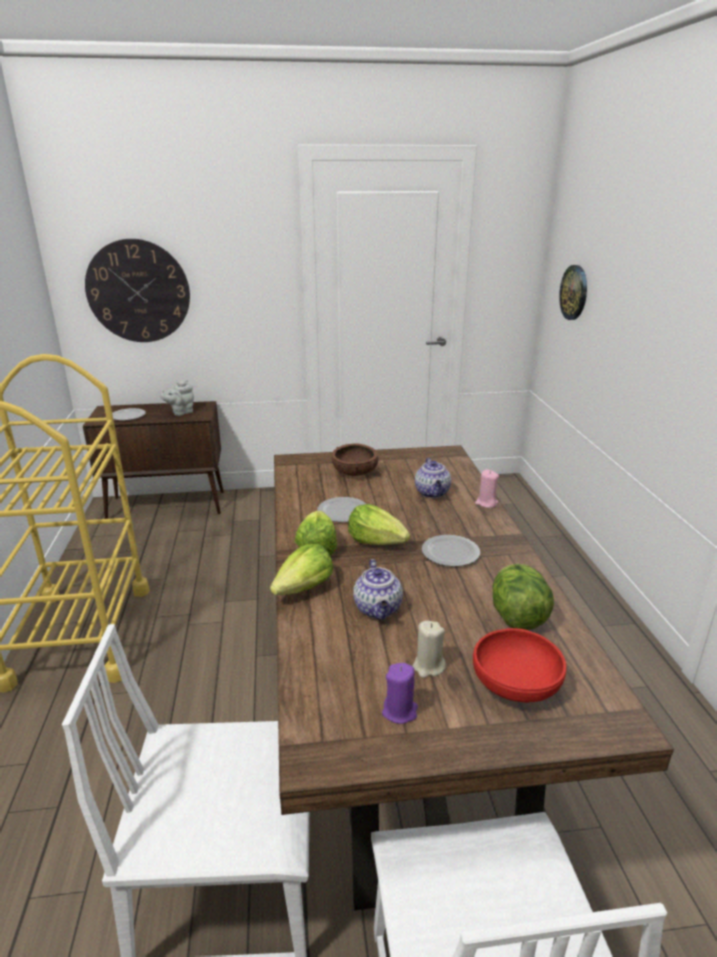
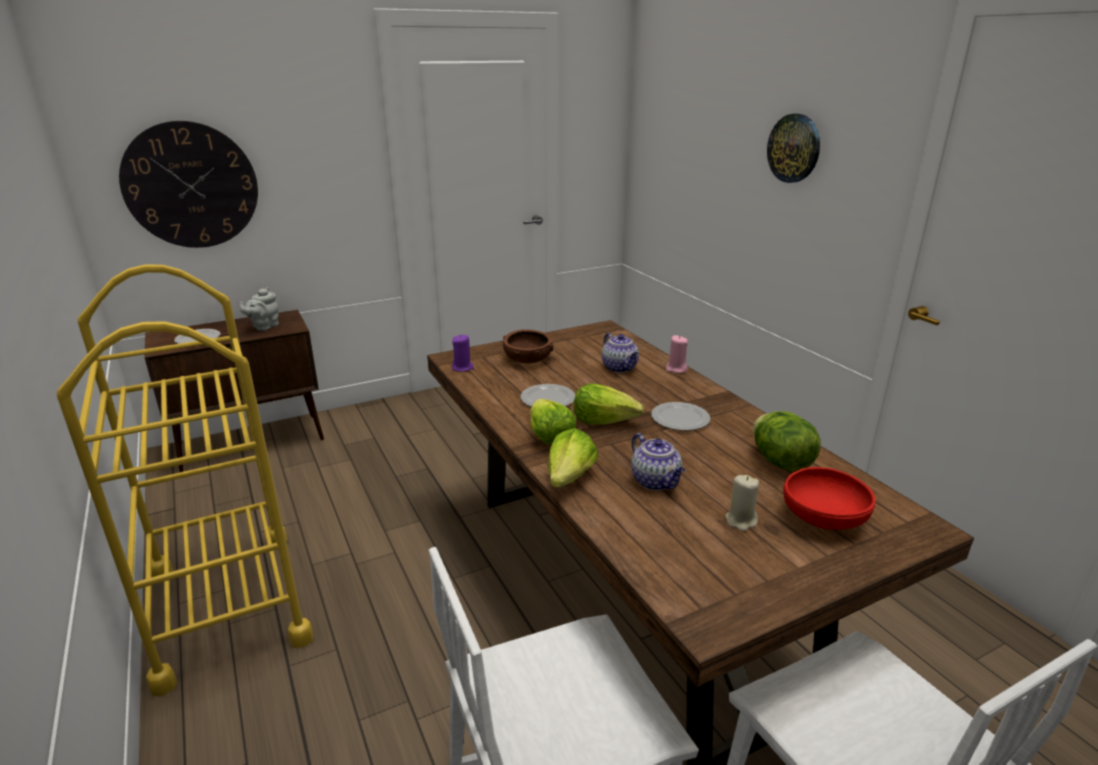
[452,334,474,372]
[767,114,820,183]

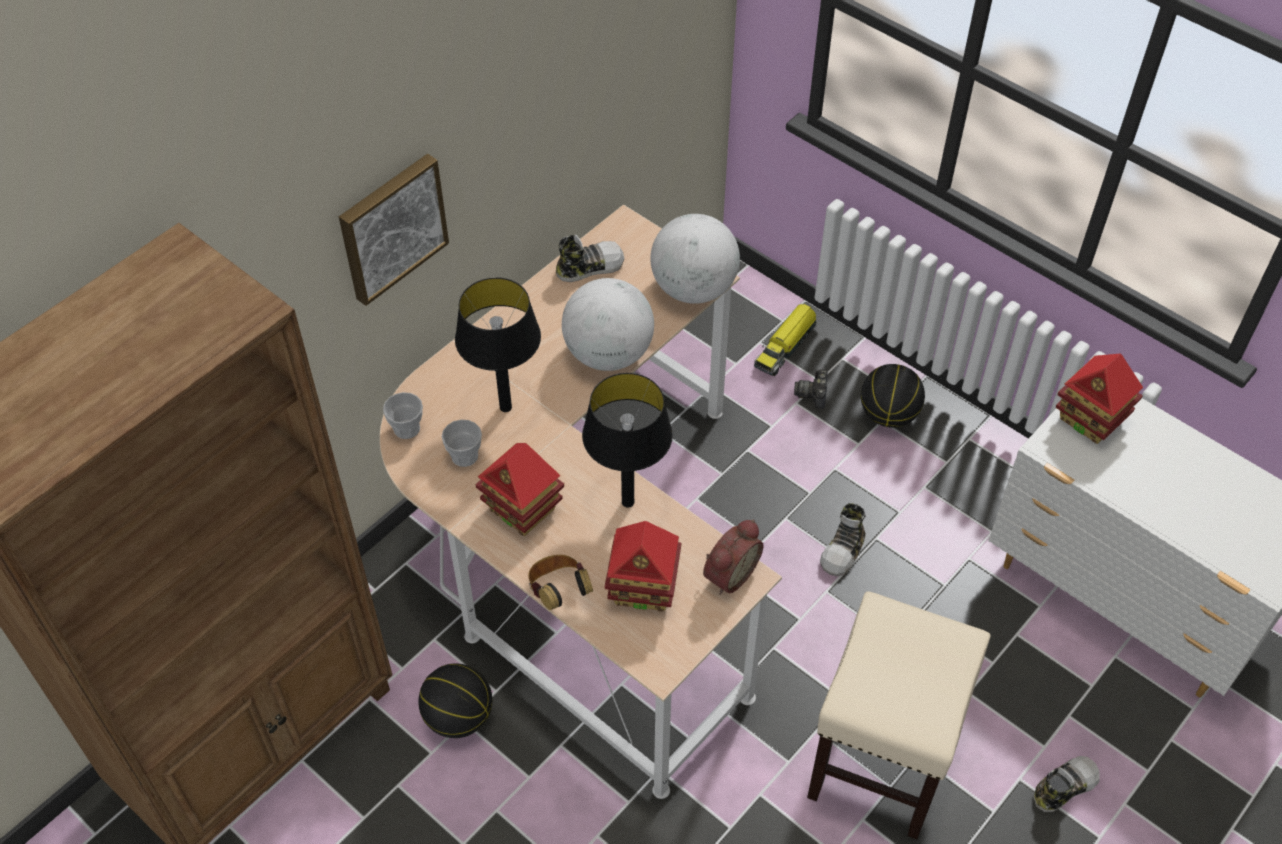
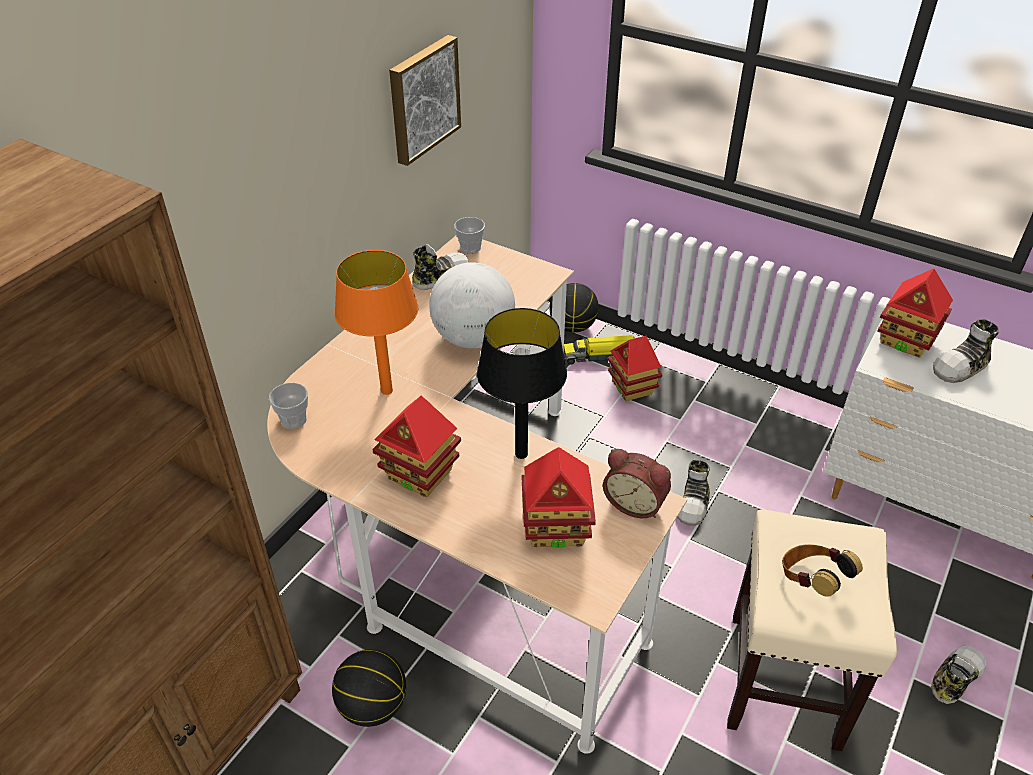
[334,250,418,395]
[389,35,461,166]
[454,217,485,254]
[550,283,599,332]
[564,335,634,365]
[603,449,671,518]
[607,336,662,401]
[782,544,863,597]
[933,319,998,383]
[650,214,740,304] (first image)

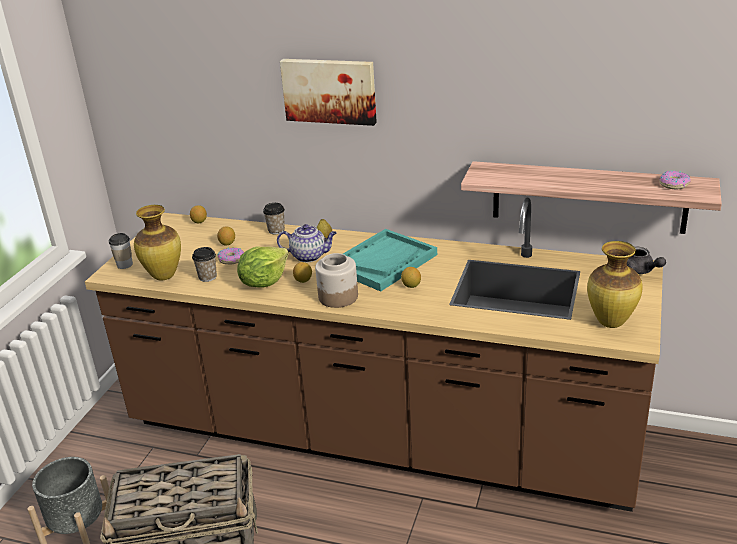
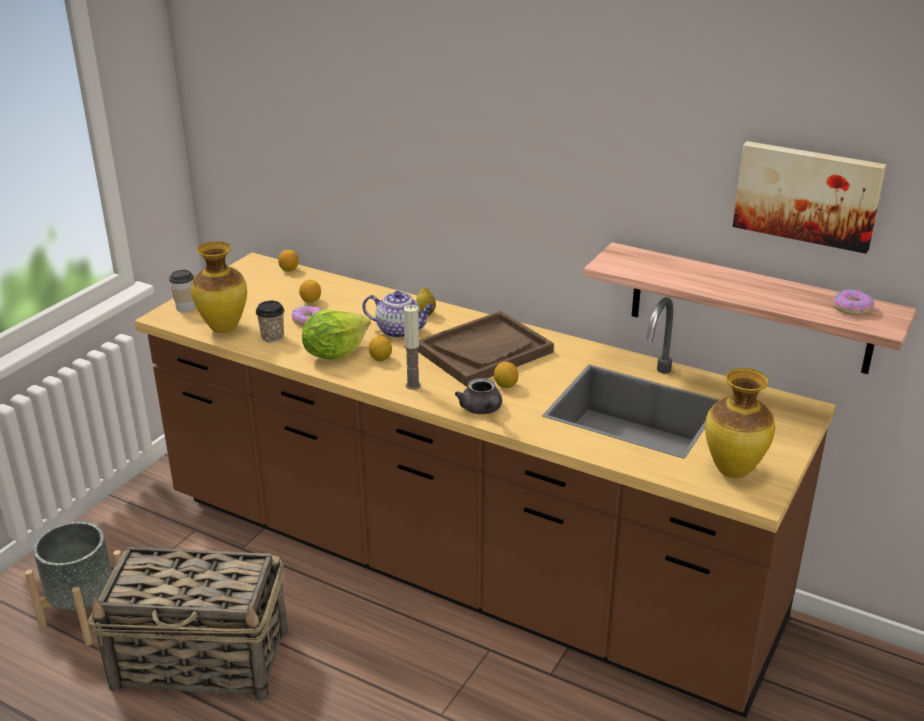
[404,305,421,390]
[418,311,554,387]
[455,378,502,414]
[733,141,886,254]
[263,203,285,234] (first image)

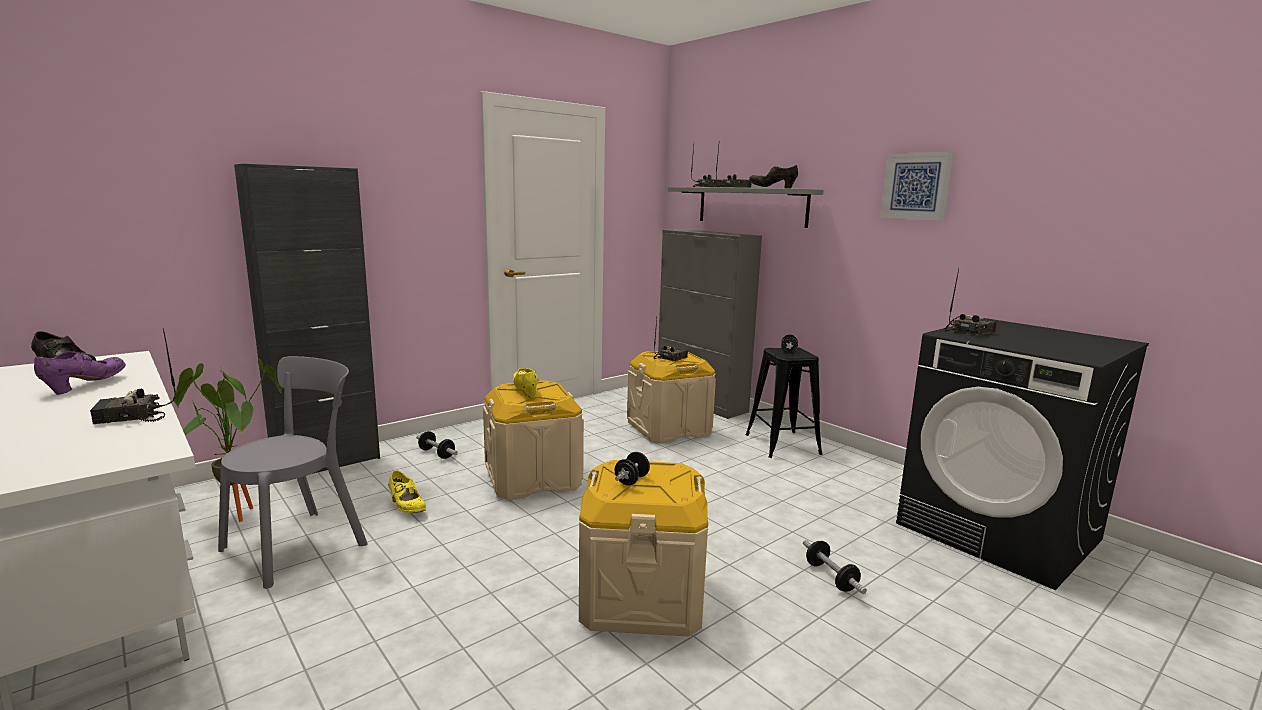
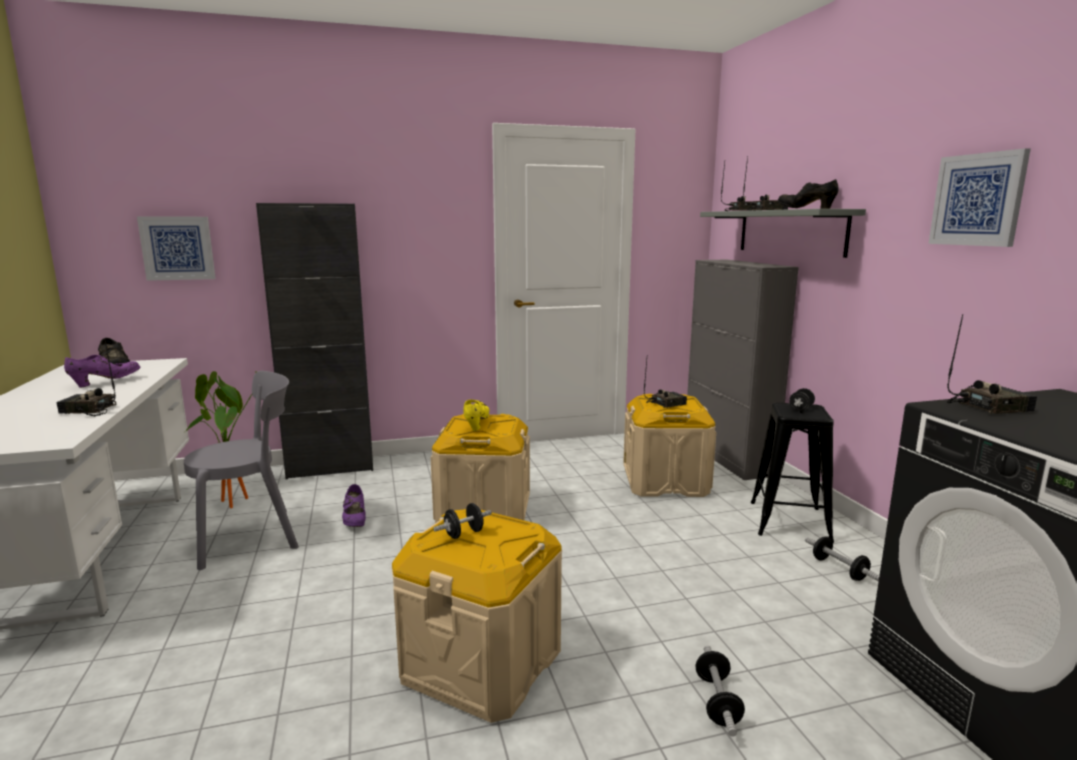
[137,217,216,281]
[342,484,366,527]
[805,536,880,582]

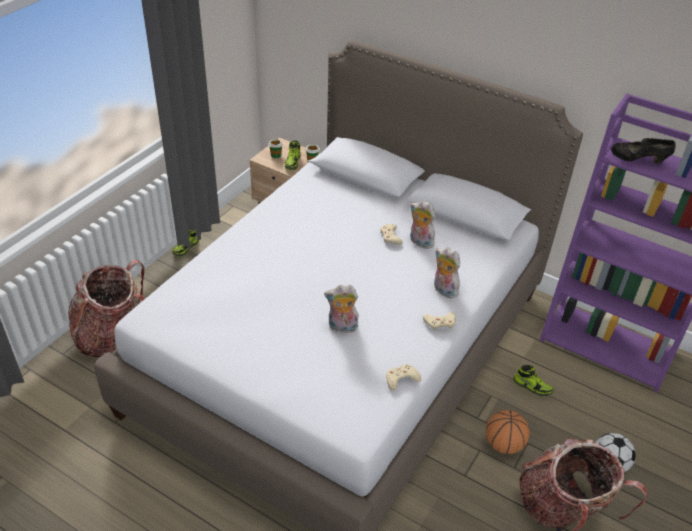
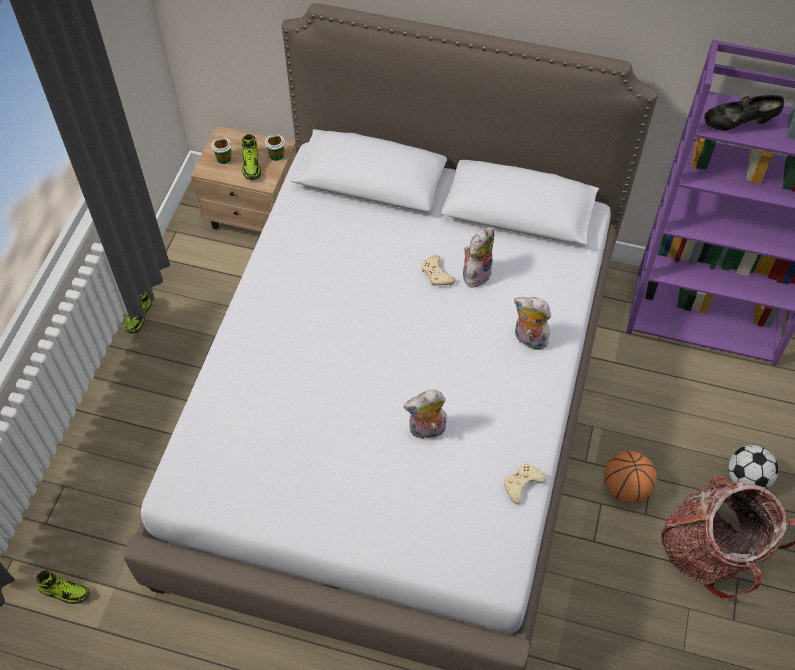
[36,570,90,604]
[463,227,494,288]
[68,260,145,357] (first image)
[423,312,456,331] (first image)

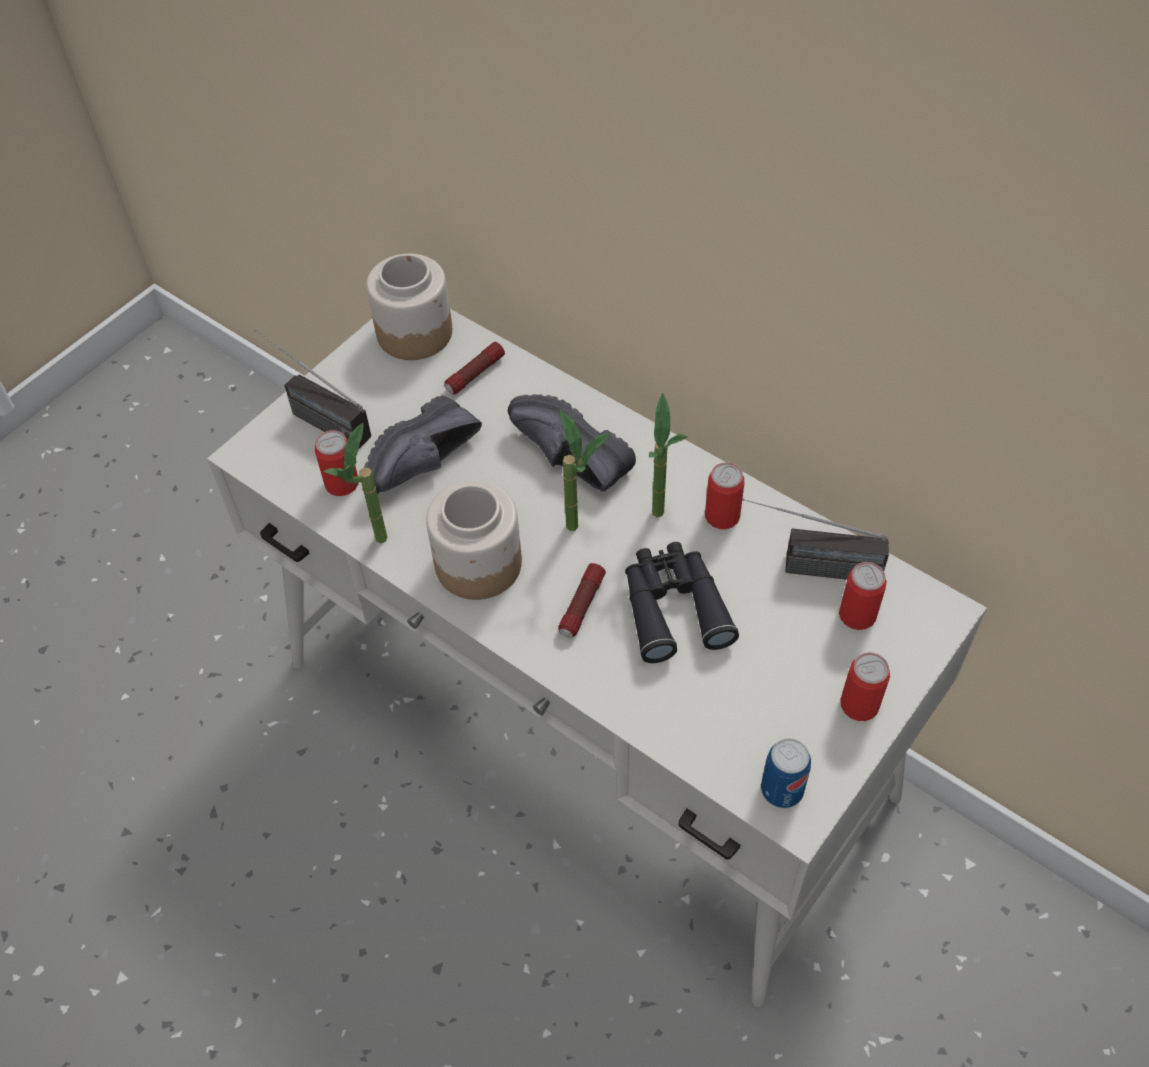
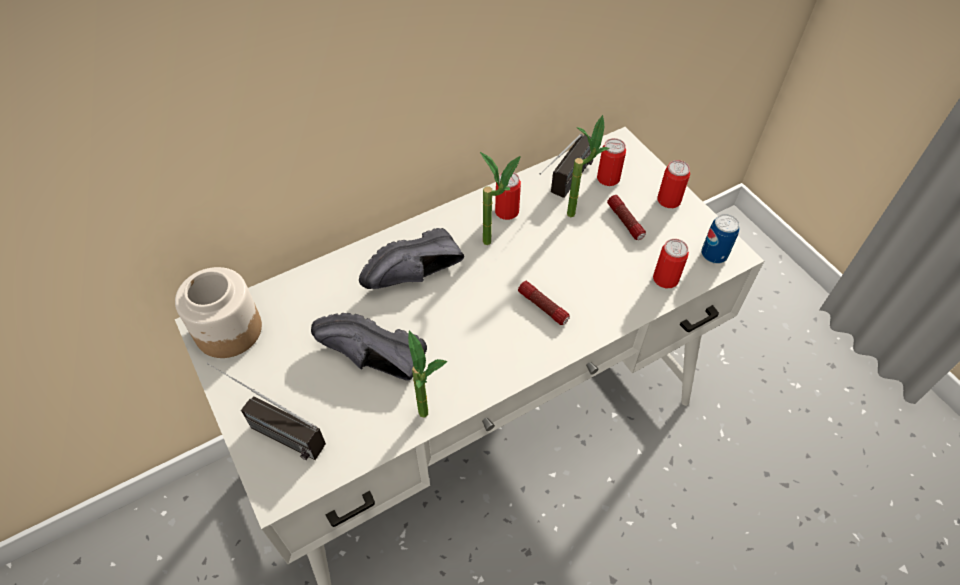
[207,363,326,460]
[311,313,427,381]
[567,115,609,217]
[607,195,646,240]
[653,239,689,288]
[426,480,522,600] (first image)
[625,542,739,663] (first image)

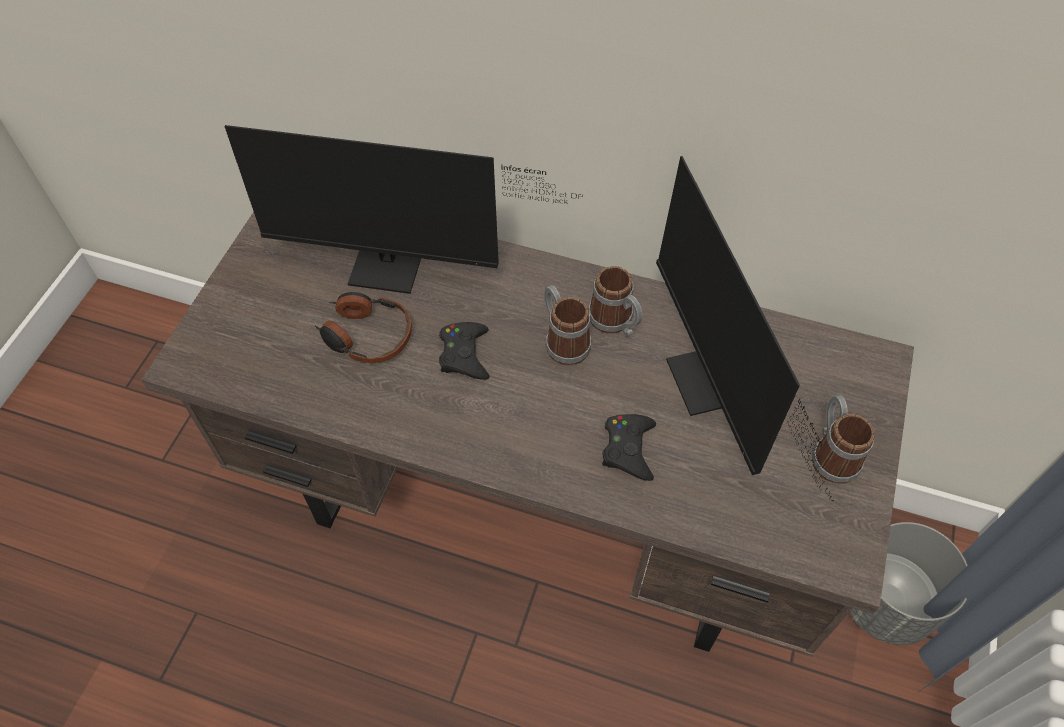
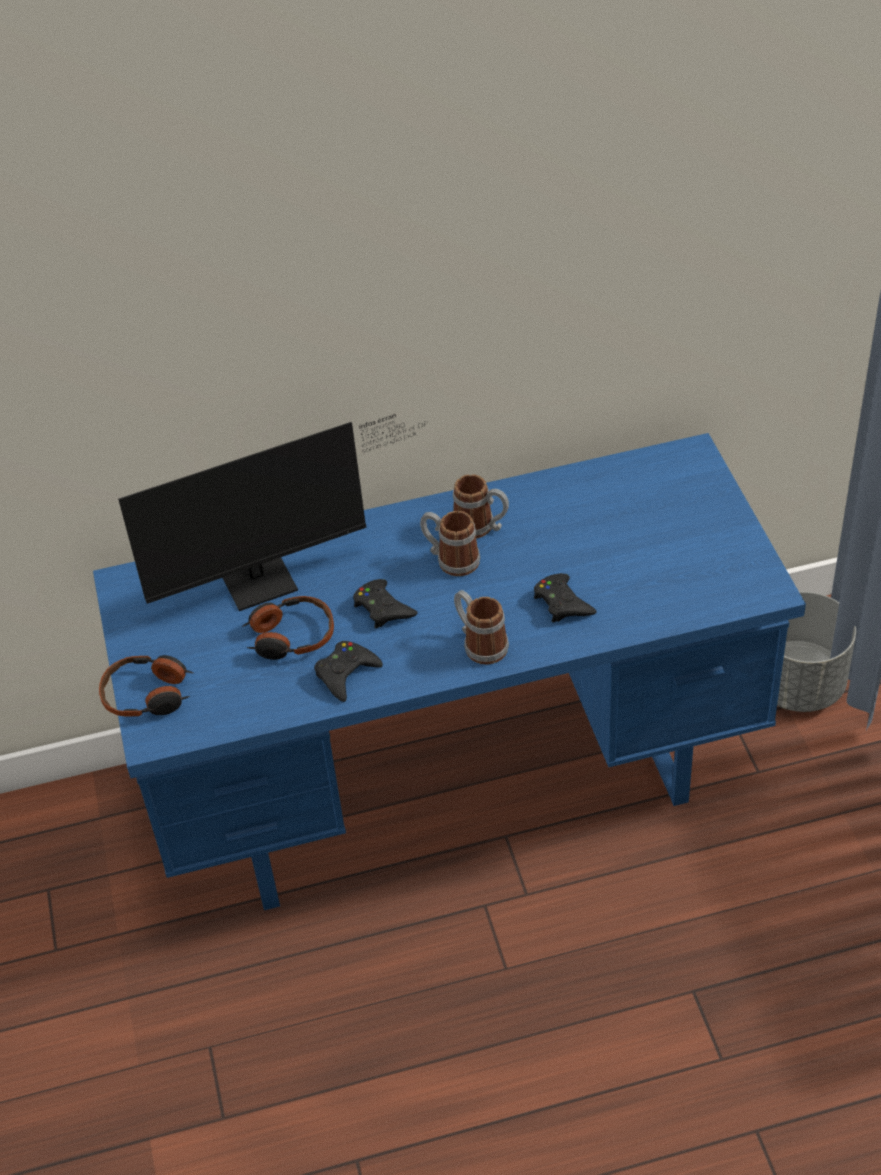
[93,433,806,910]
[99,655,194,717]
[314,641,383,702]
[454,590,509,665]
[656,156,833,501] (first image)

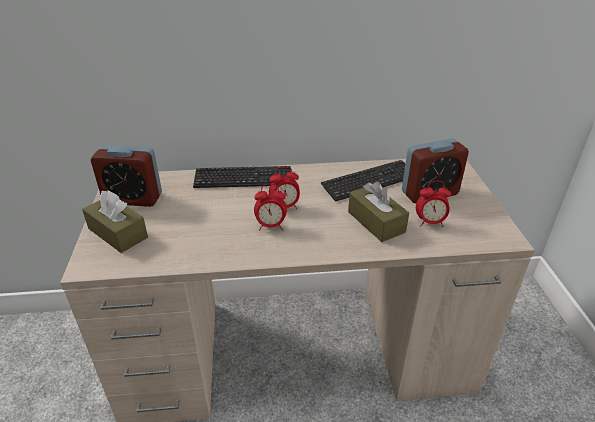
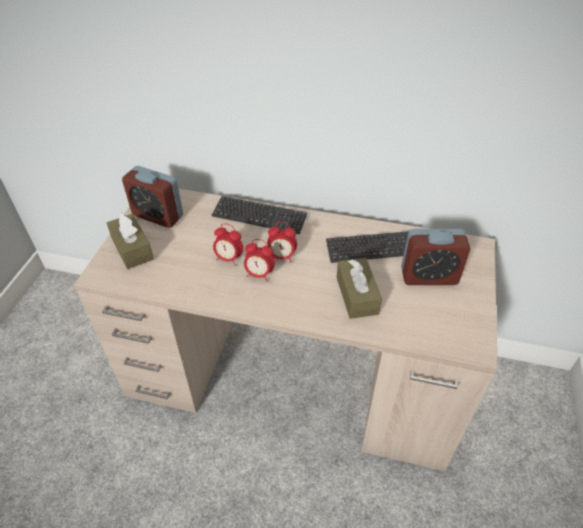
[213,223,243,266]

